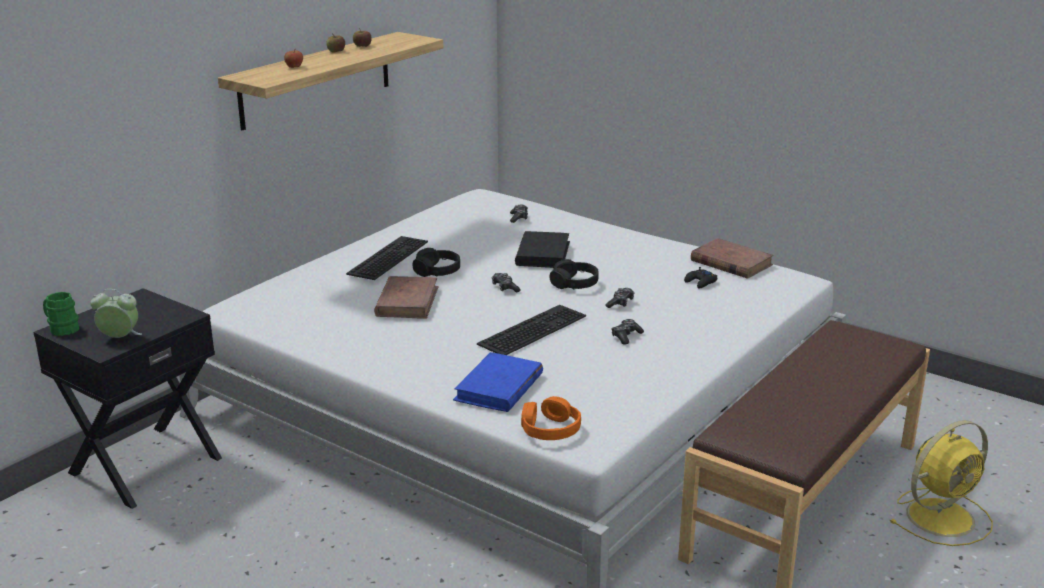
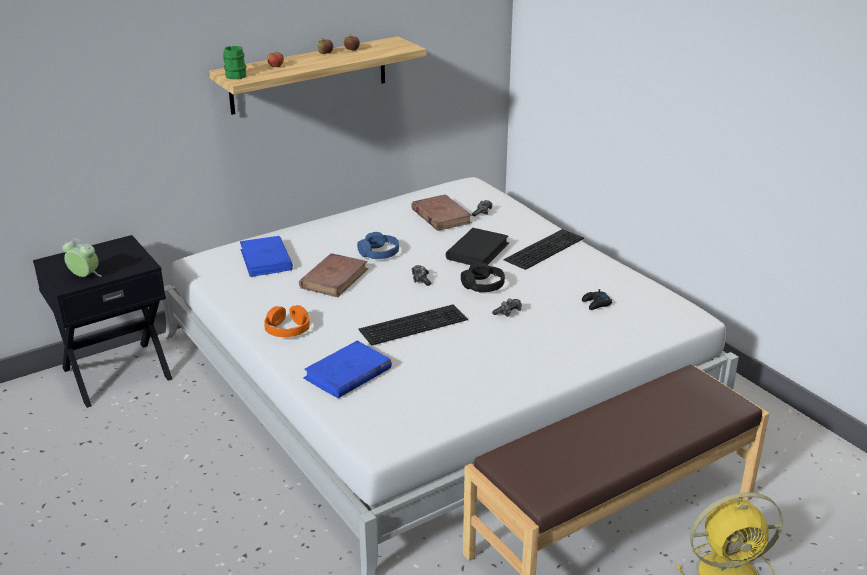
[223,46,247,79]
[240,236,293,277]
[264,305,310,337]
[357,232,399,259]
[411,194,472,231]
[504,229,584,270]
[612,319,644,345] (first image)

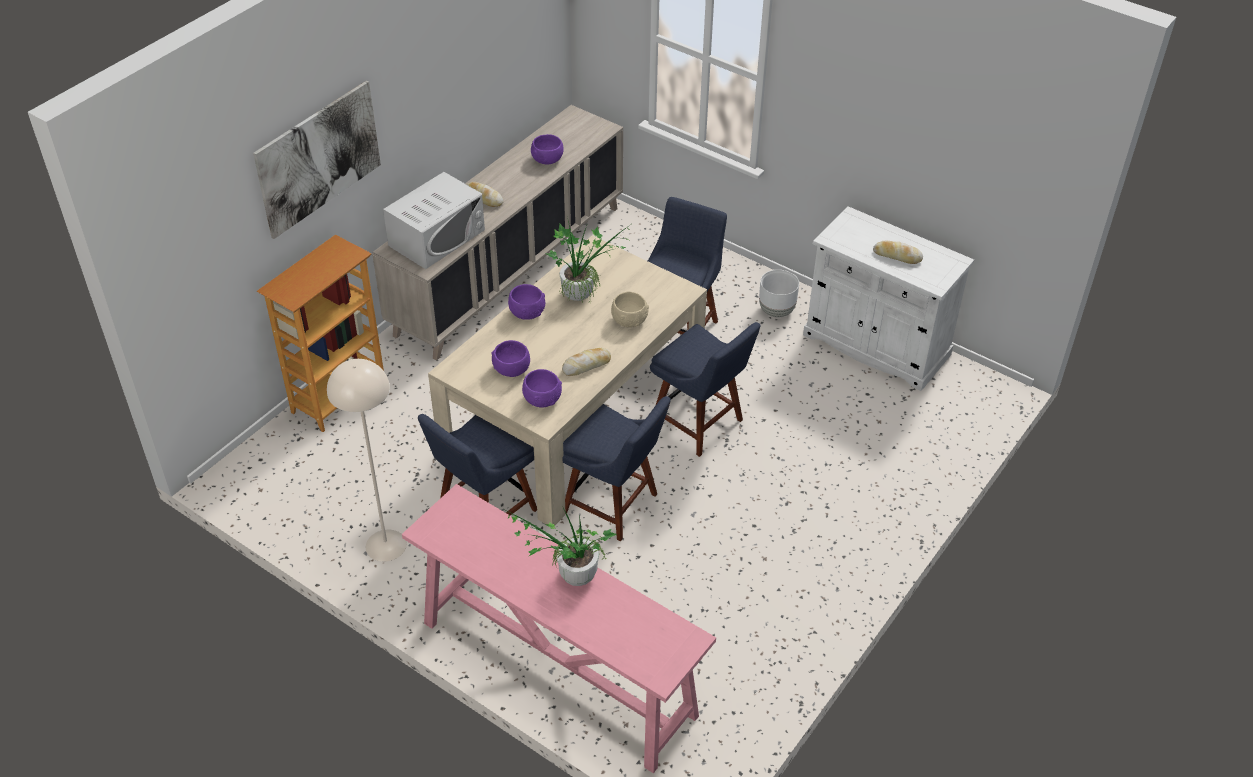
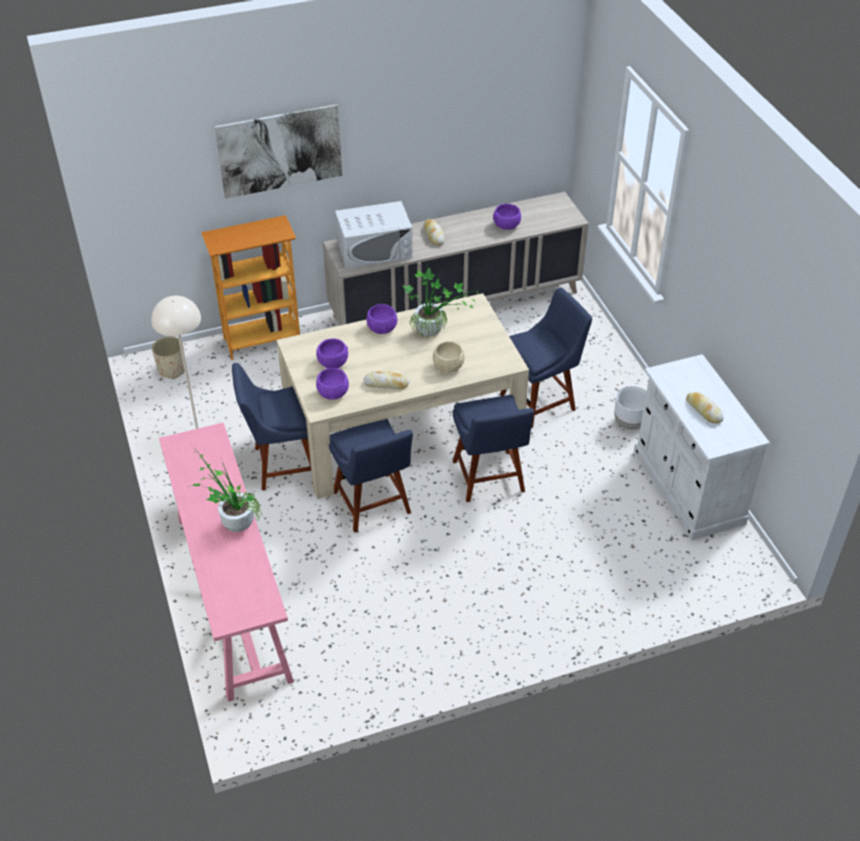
[152,337,185,379]

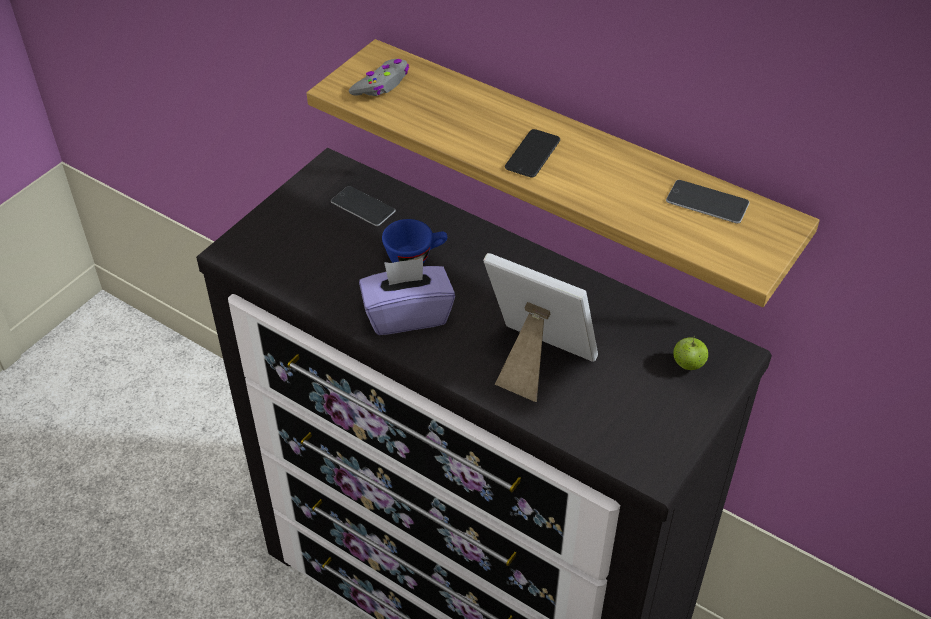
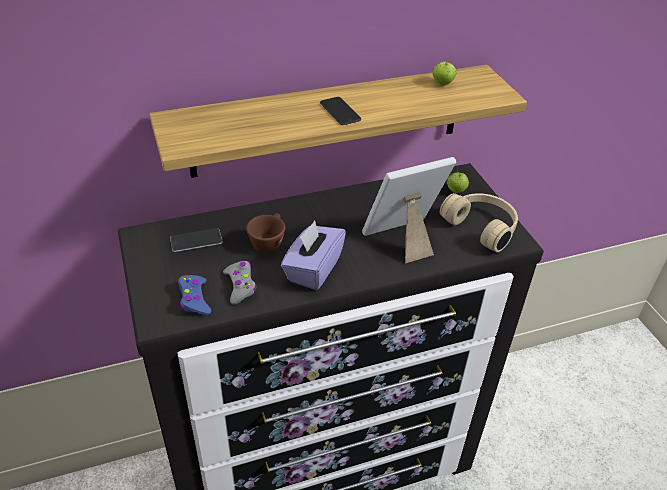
[178,275,211,315]
[223,261,256,305]
[246,213,285,253]
[432,61,457,86]
[440,193,518,252]

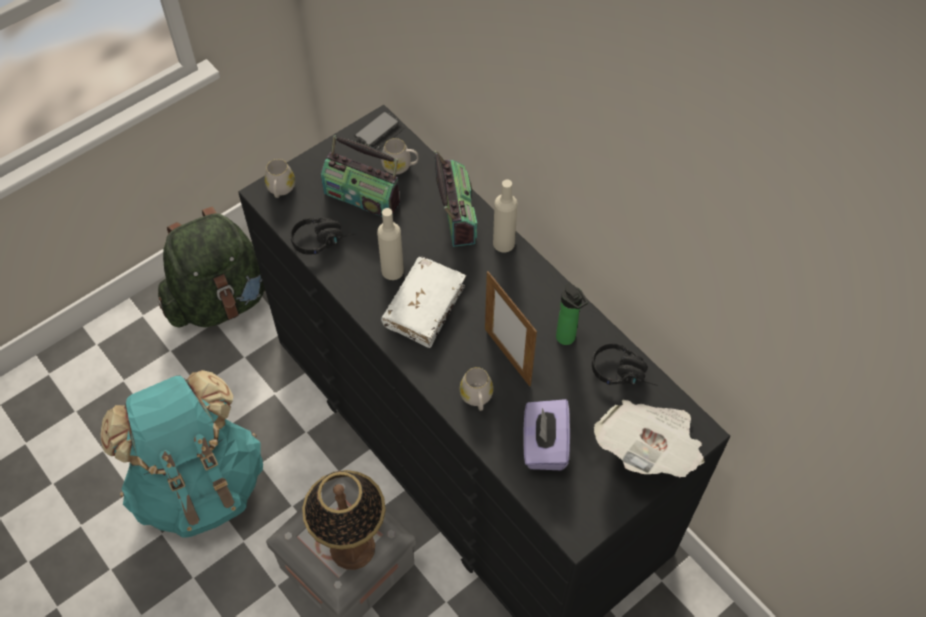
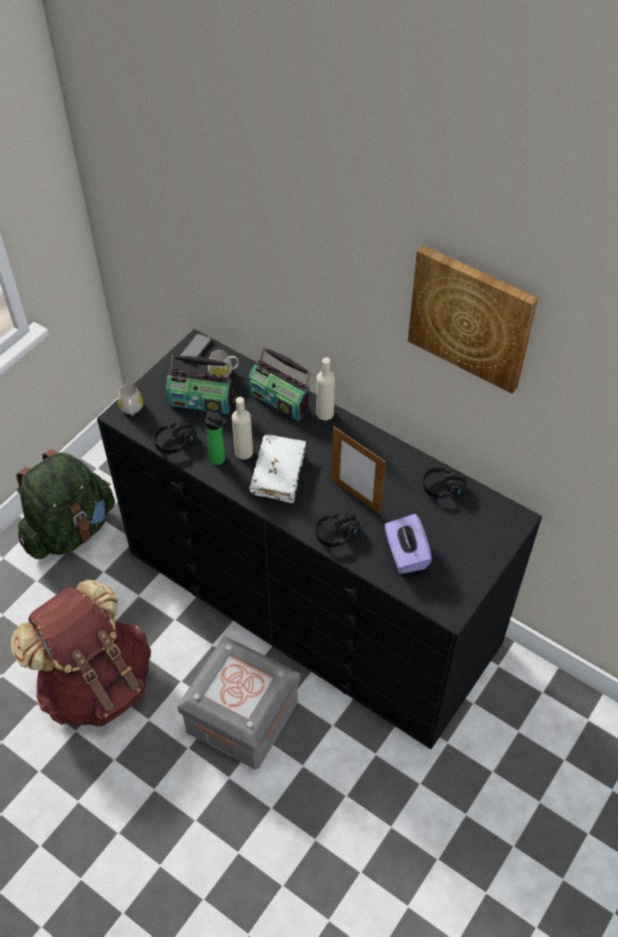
[11,579,151,727]
[205,411,227,465]
[249,347,311,421]
[315,513,372,547]
[408,245,538,394]
[302,470,386,570] (first image)
[594,400,705,477] (first image)

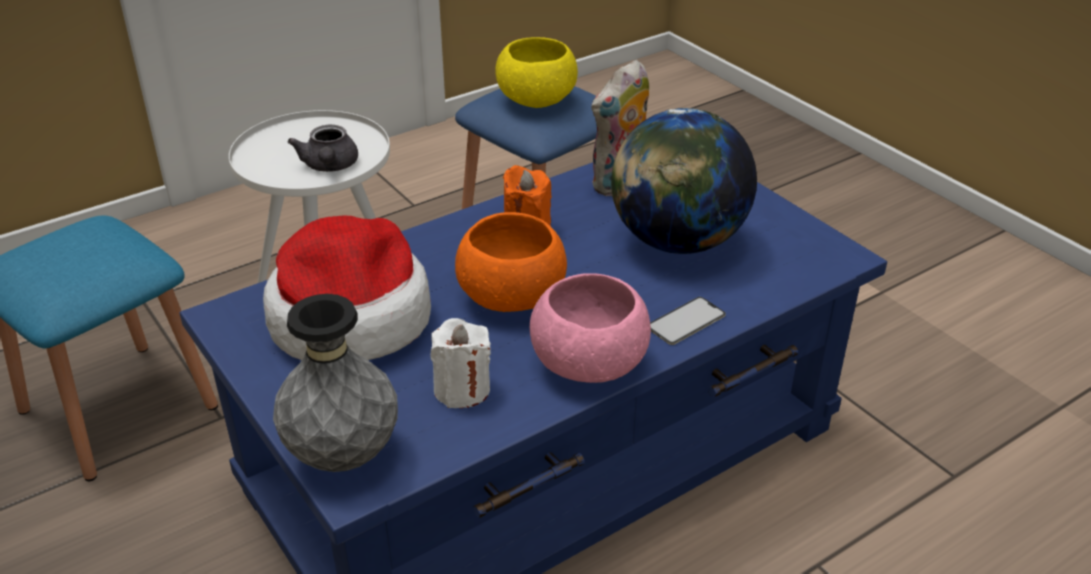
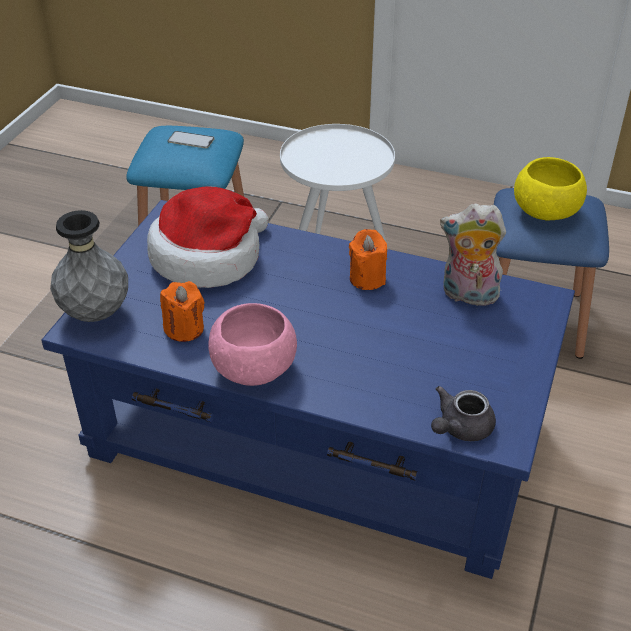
[160,281,205,342]
[168,131,215,148]
[431,386,496,441]
[455,212,567,312] (first image)
[611,108,757,254] (first image)

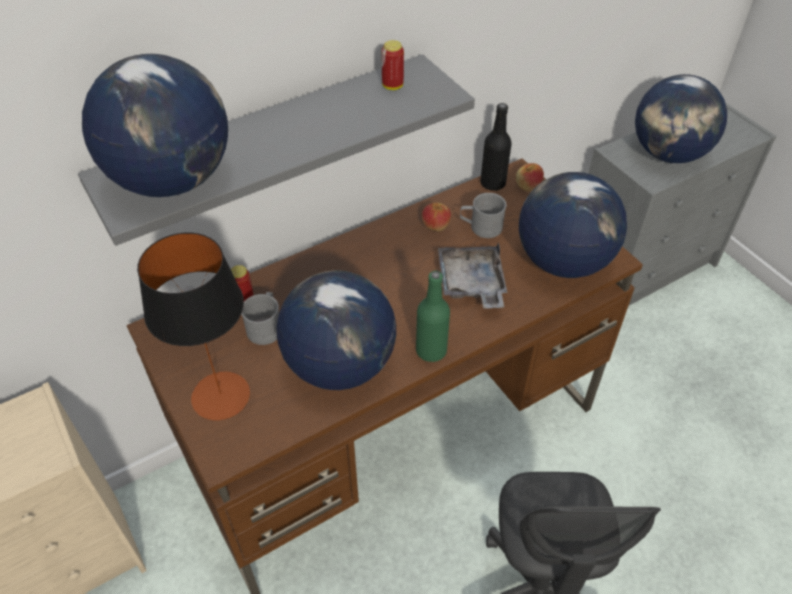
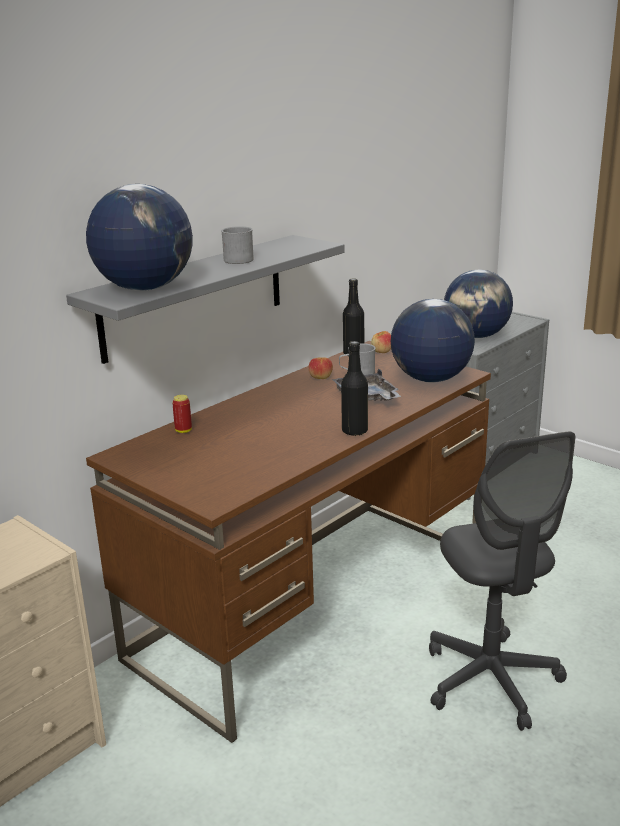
[221,226,254,264]
[341,341,368,436]
[137,233,250,420] (first image)
[277,271,396,390] (first image)
[381,40,404,90] (first image)

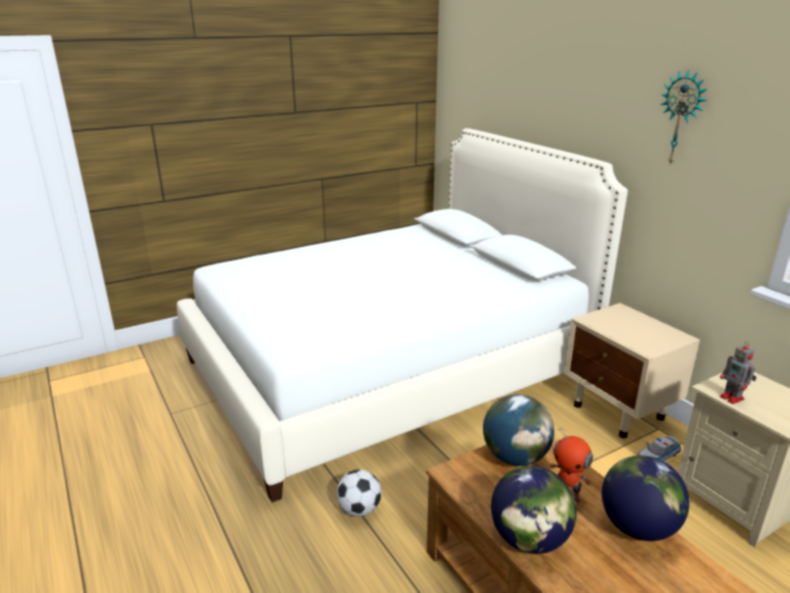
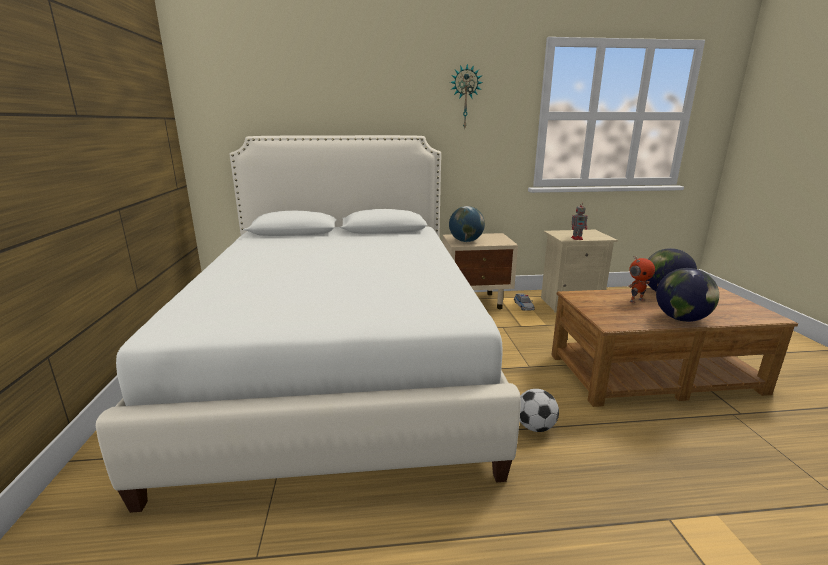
[449,206,485,242]

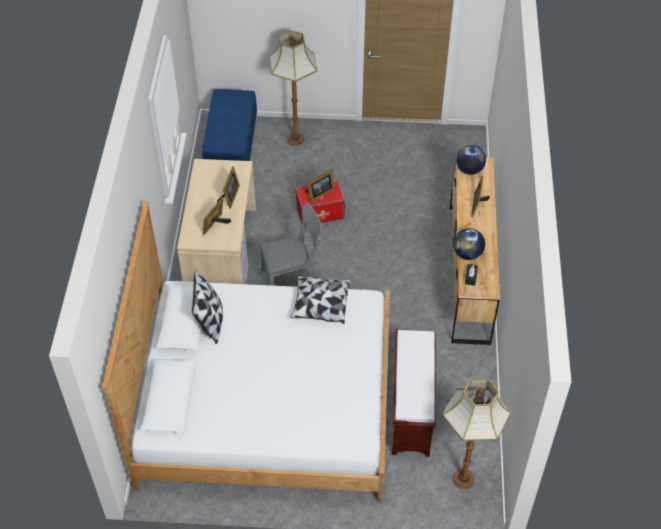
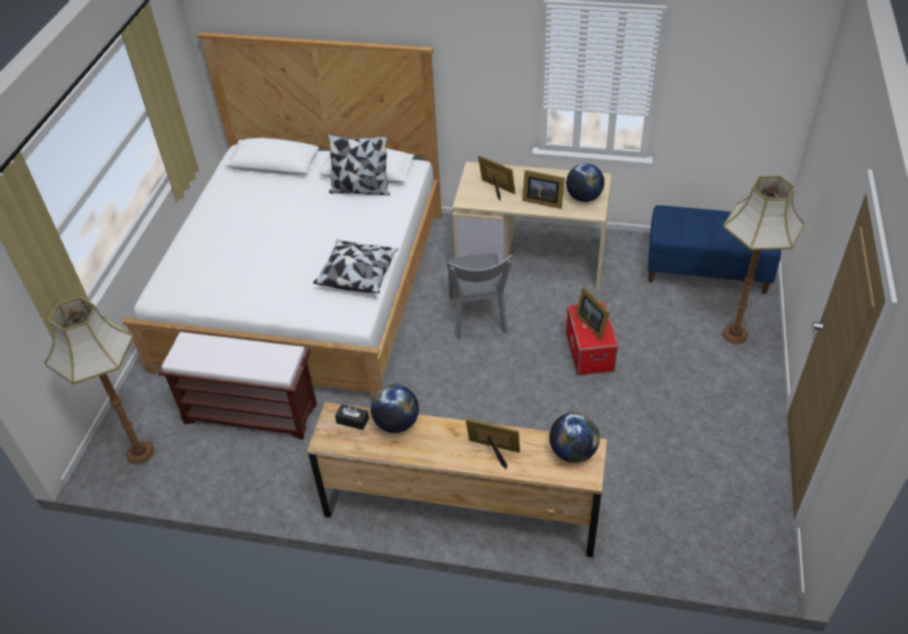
[566,163,605,202]

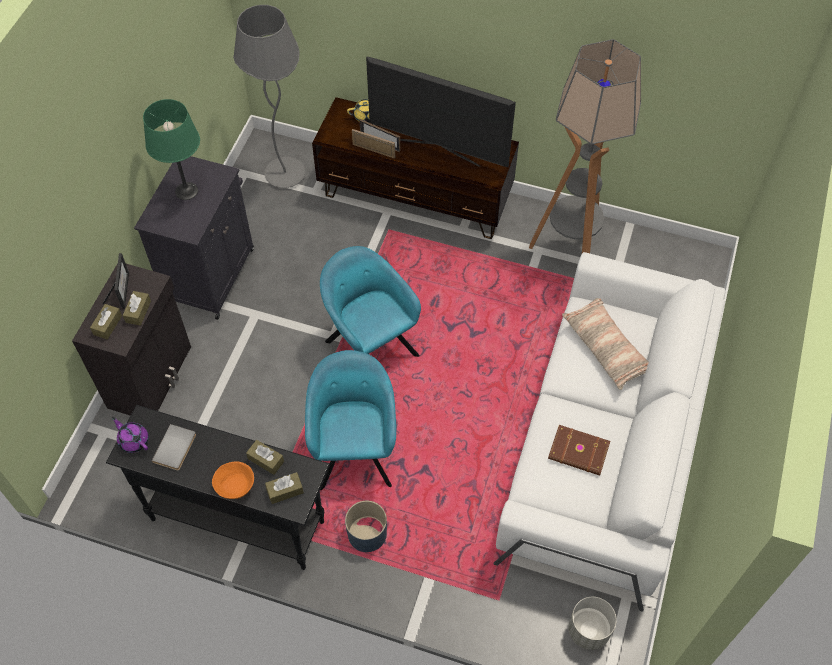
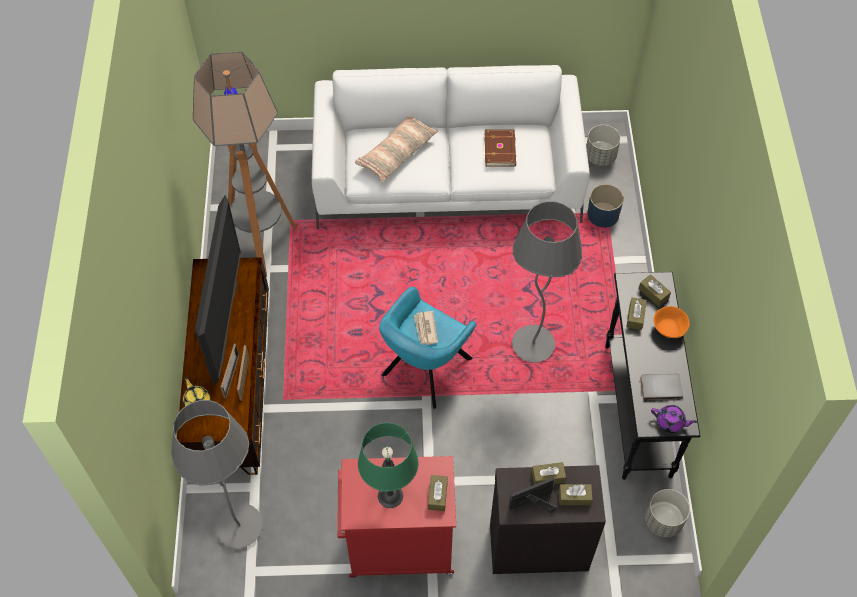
[337,456,456,578]
[414,311,438,345]
[428,475,448,511]
[512,201,582,363]
[587,184,624,227]
[645,489,690,537]
[651,405,698,433]

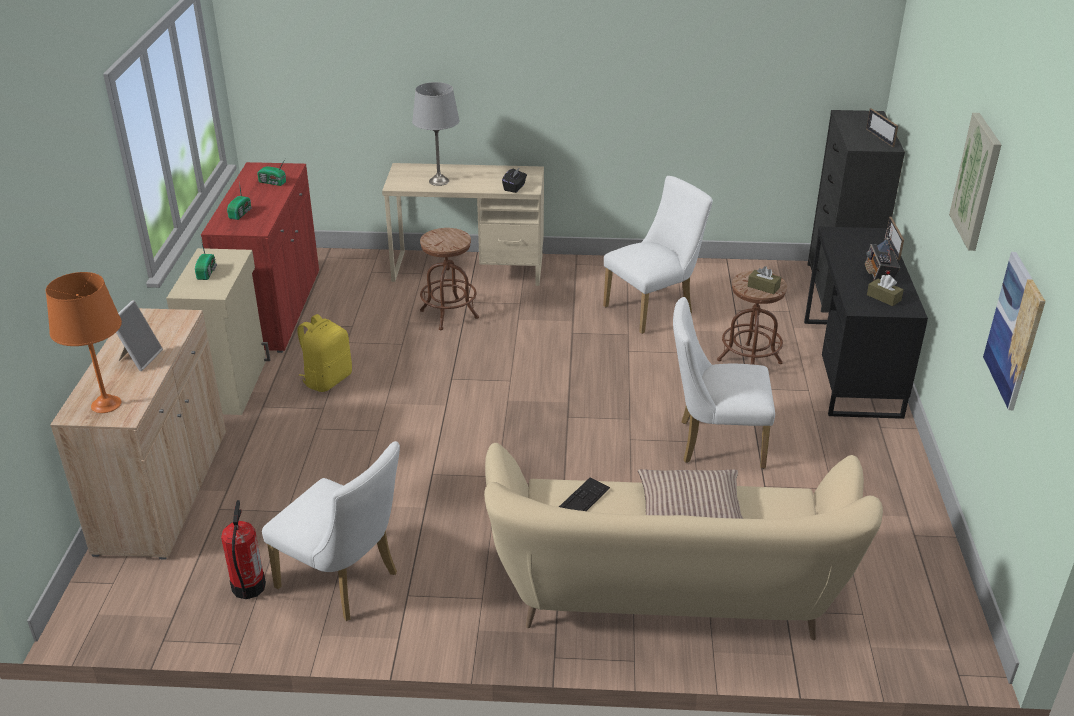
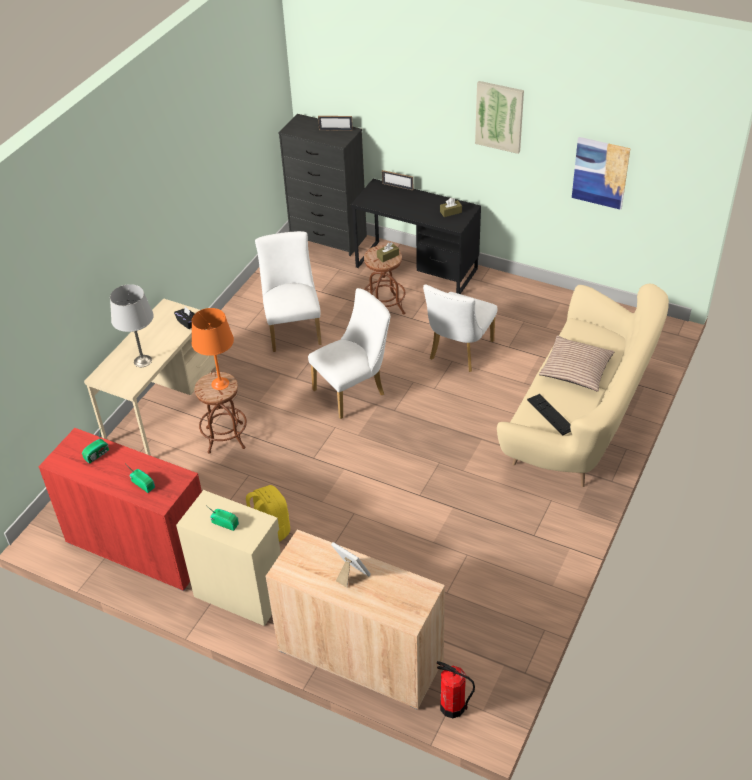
[192,308,234,390]
[308,288,390,419]
[437,661,475,718]
[865,226,900,281] (first image)

